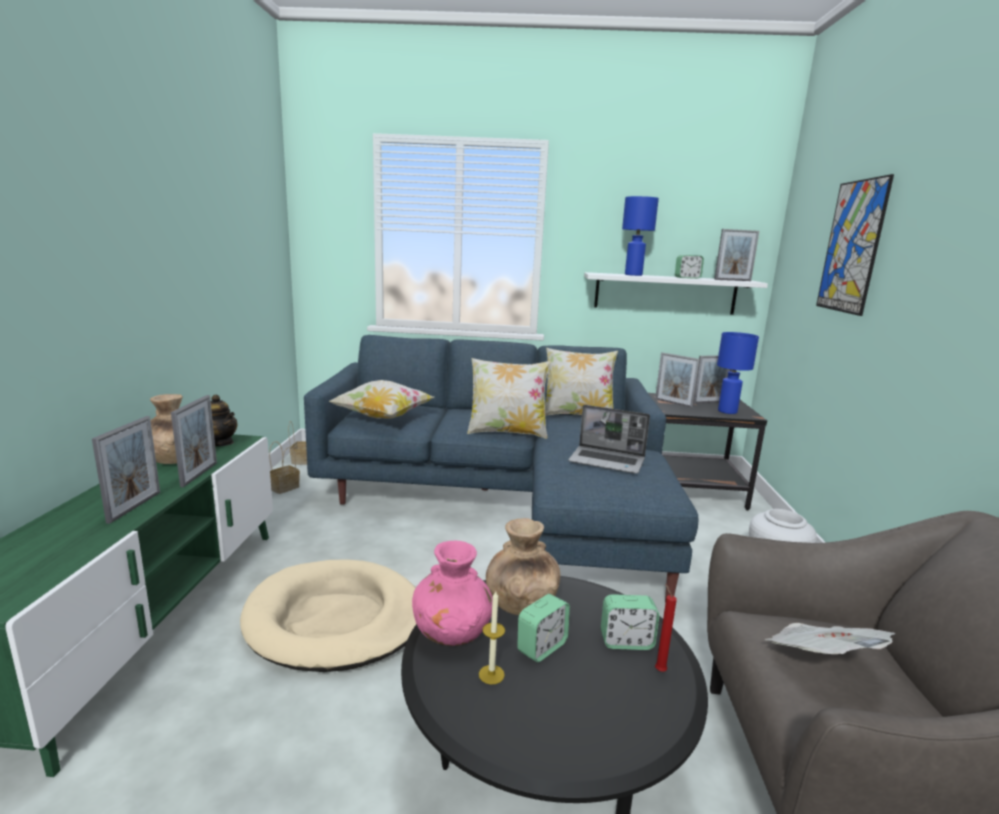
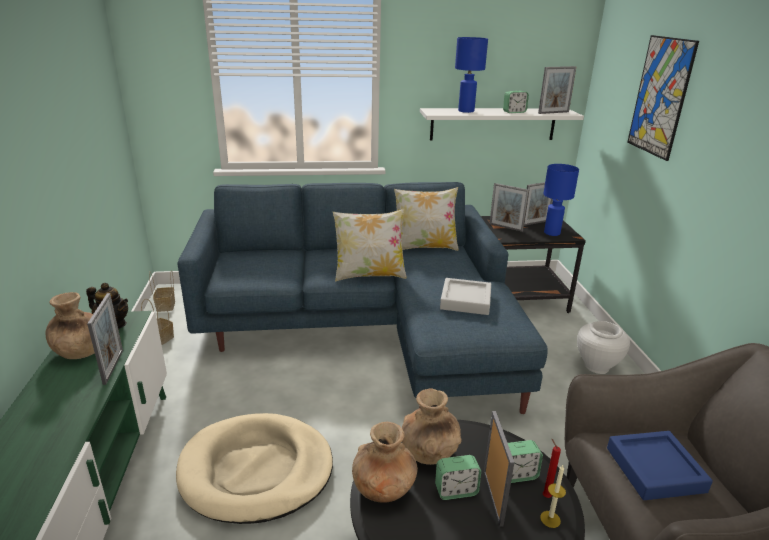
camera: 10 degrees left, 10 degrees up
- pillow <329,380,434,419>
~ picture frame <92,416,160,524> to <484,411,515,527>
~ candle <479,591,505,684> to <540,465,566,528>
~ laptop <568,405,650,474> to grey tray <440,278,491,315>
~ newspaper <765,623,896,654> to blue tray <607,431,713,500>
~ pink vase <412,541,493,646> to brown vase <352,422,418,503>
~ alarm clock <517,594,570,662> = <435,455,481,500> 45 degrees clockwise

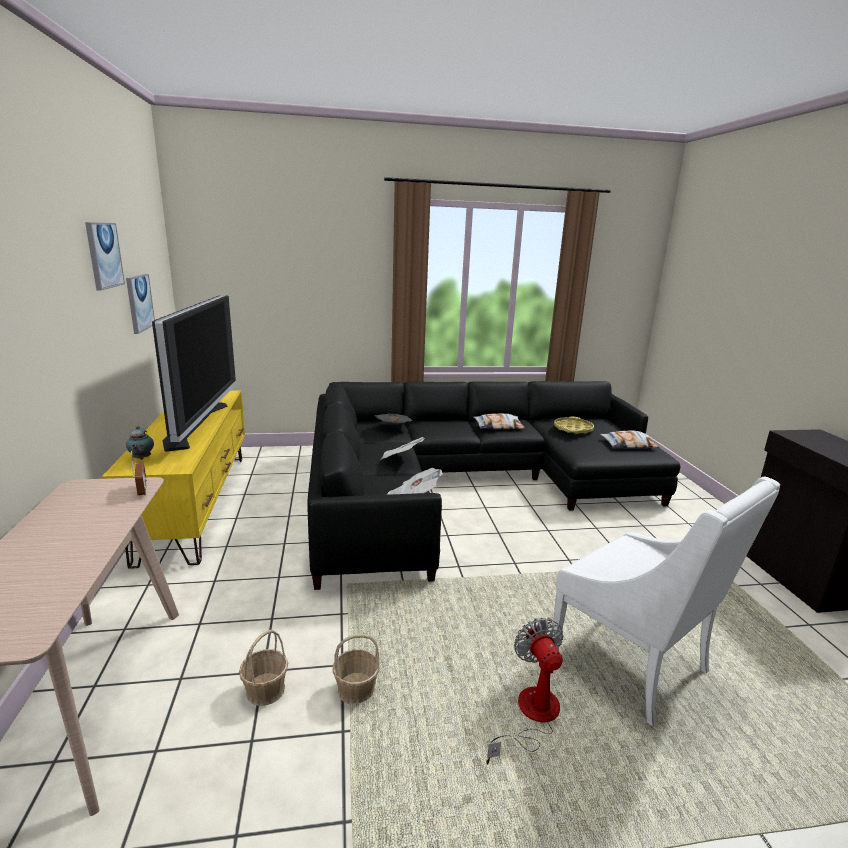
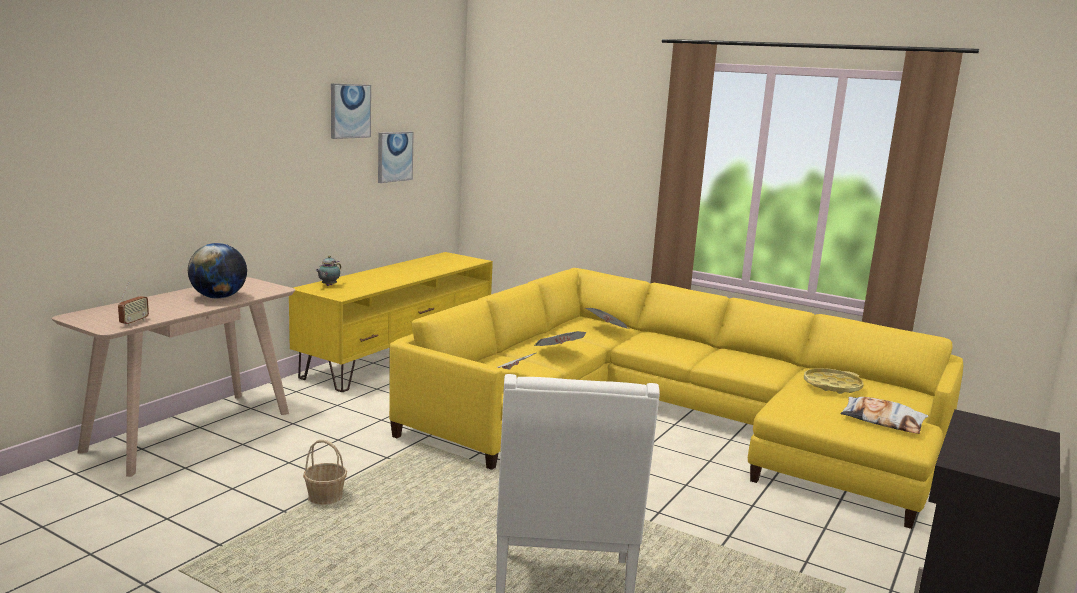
camera: 40 degrees right, 5 degrees down
- television <152,295,236,451>
- basket <239,630,288,706>
- pillow <474,413,525,429>
- fan <486,618,563,765>
+ globe <188,243,247,299>
~ radio <131,451,147,496> to <118,282,149,326>
~ black sofa <308,381,680,590> to yellow sofa <389,268,963,529>

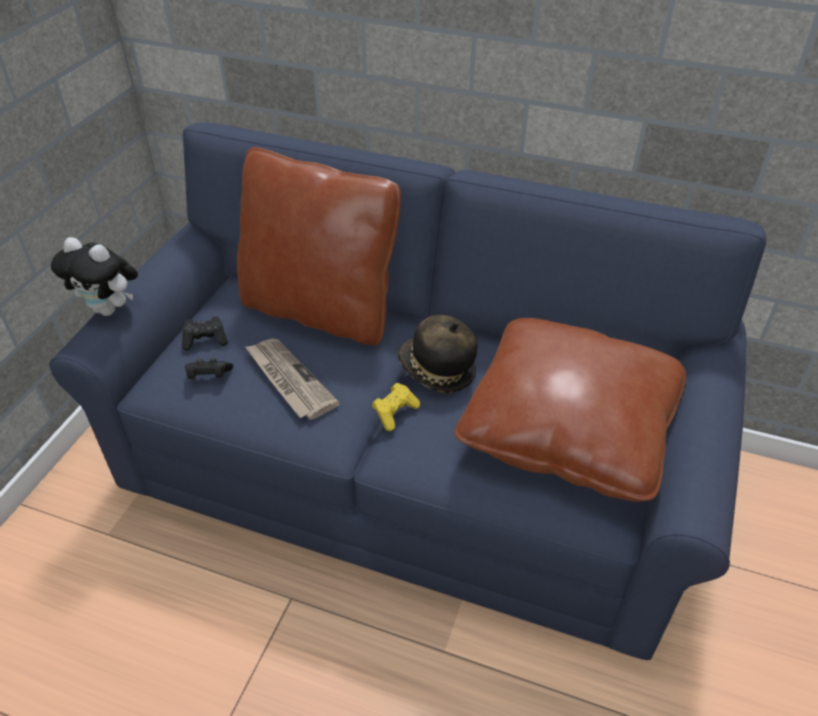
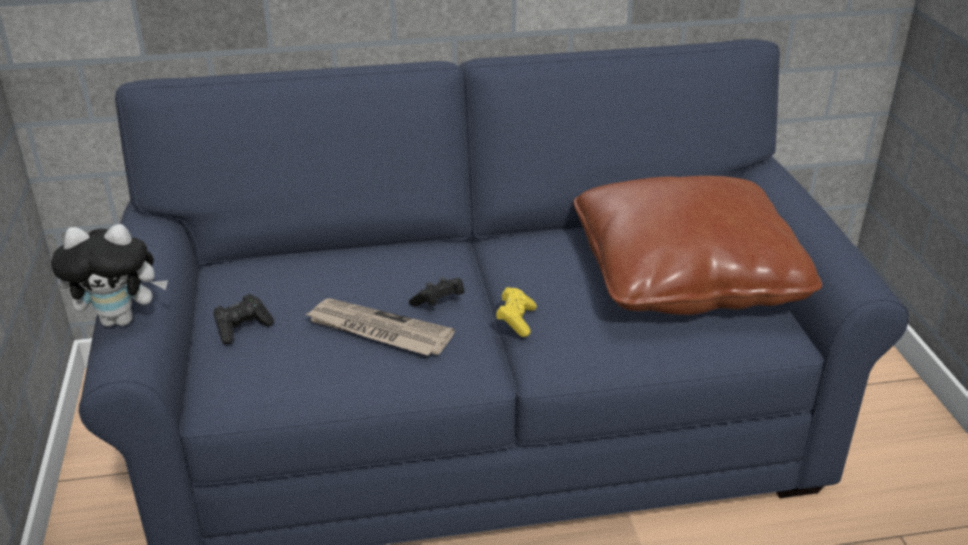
camera: 30 degrees left, 10 degrees down
- brown pillow <237,147,401,345>
- hat <398,315,478,393>
~ black game controller <185,358,233,379> to <409,277,465,307>

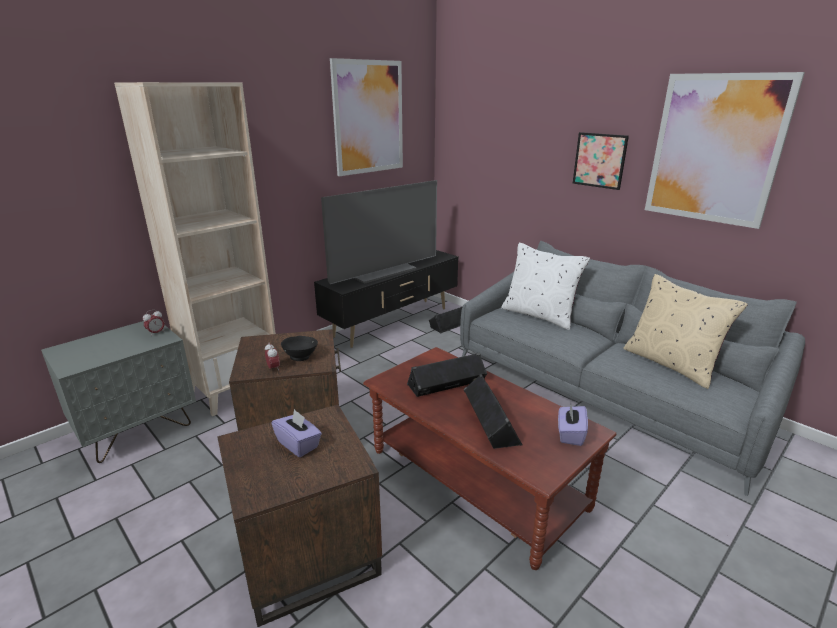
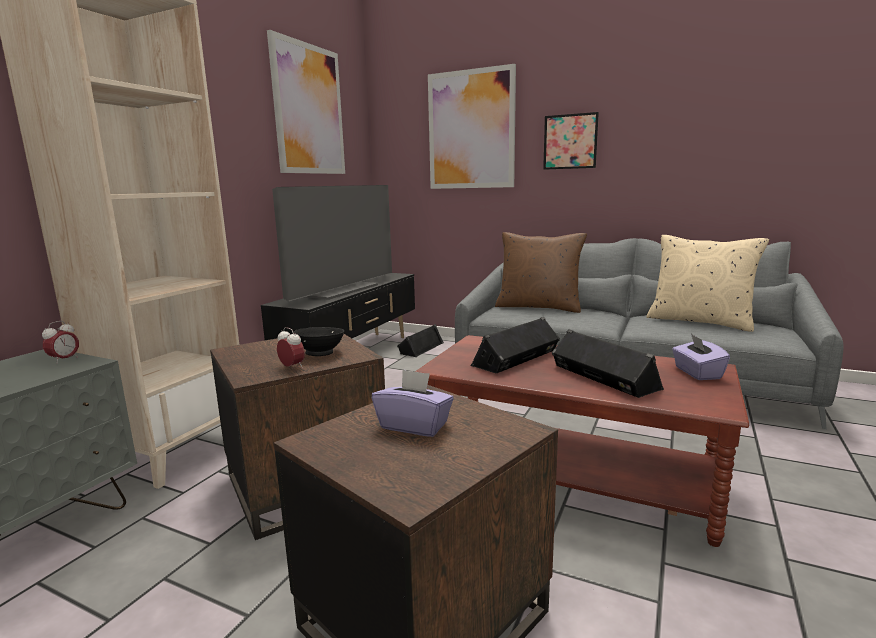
camera: 20 degrees left, 10 degrees down
~ picture <645,72,805,229> to <428,64,516,189>
~ white pillow <501,243,590,330> to brown pillow <495,232,587,313>

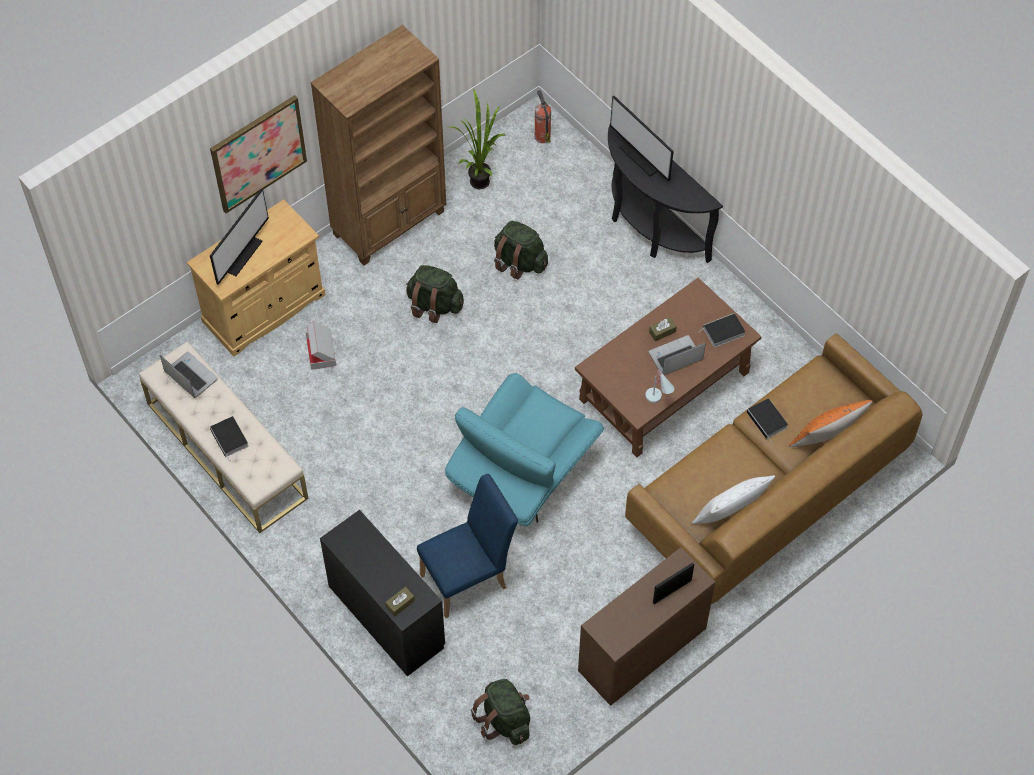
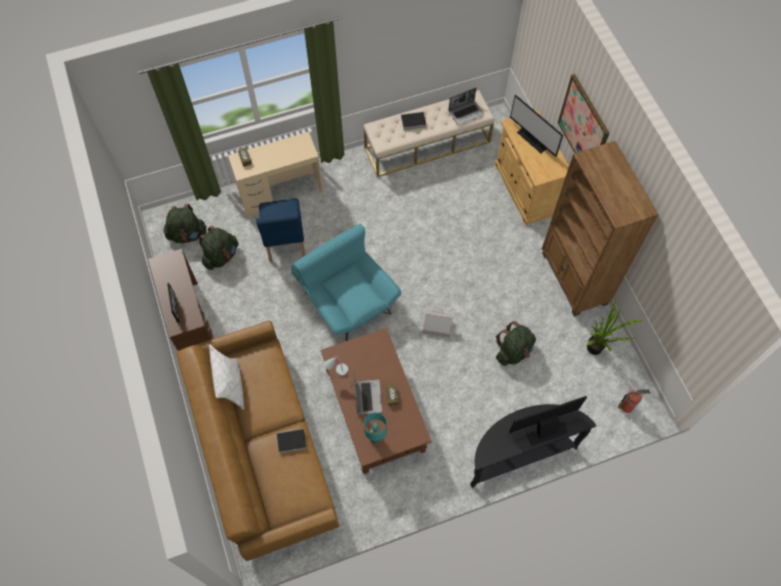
camera: 110 degrees right, 5 degrees up
- orange pillow <789,400,873,447>
~ cardboard box <306,321,336,370> to <422,311,453,337>
~ green backpack <406,265,464,323> to <199,226,239,270>
~ book <698,313,745,347> to turquoise table lamp <364,413,387,445>
~ black desk <320,510,445,676> to beige desk <228,132,324,218>

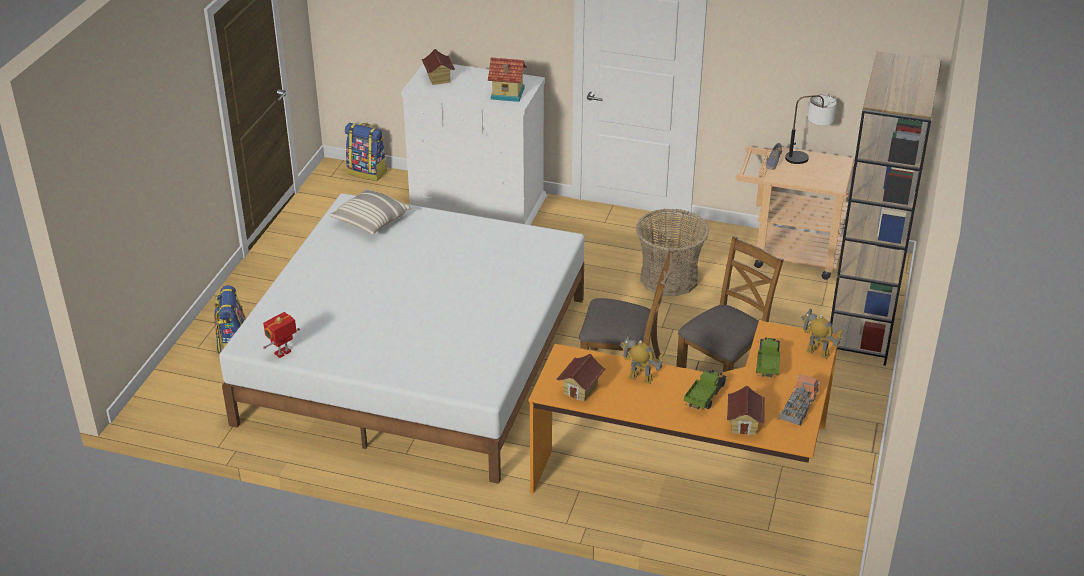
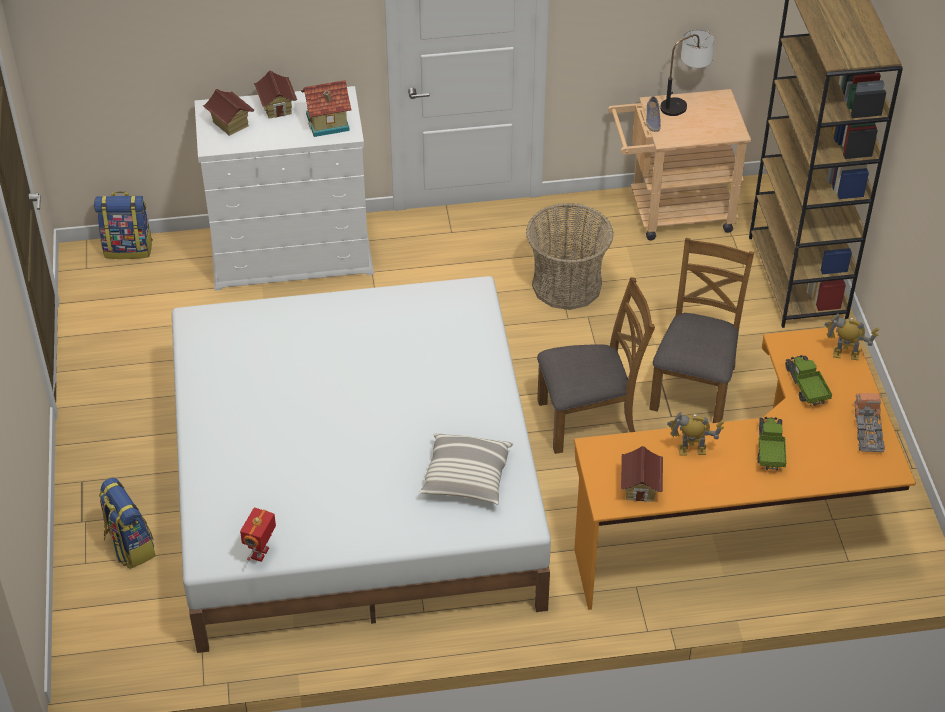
camera: 25 degrees left, 10 degrees up
~ pillow <329,189,412,235> to <420,433,513,505>
~ toy house <727,386,765,435> to <254,71,297,119>

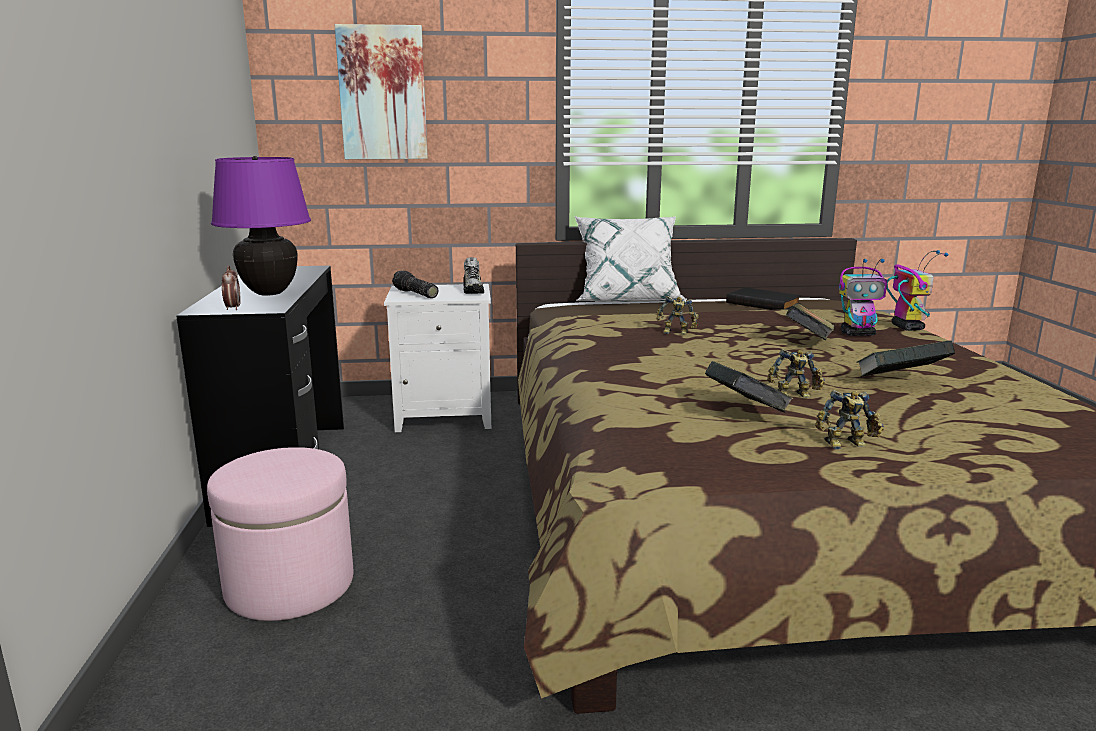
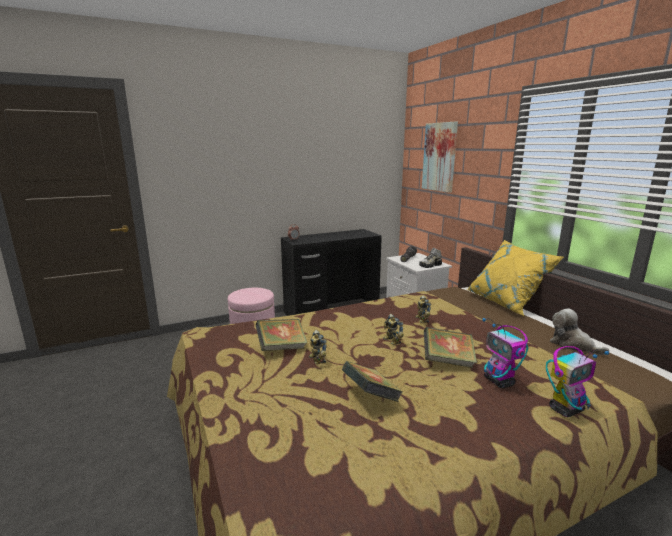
camera: 70 degrees right, 0 degrees up
- purple table lamp <211,156,311,296>
~ toy robot <815,390,884,449> to <383,314,404,345>
~ black book <726,287,802,310> to plush toy <550,309,609,355>
~ white pillow <574,216,687,302> to yellow pillow <467,240,564,316>

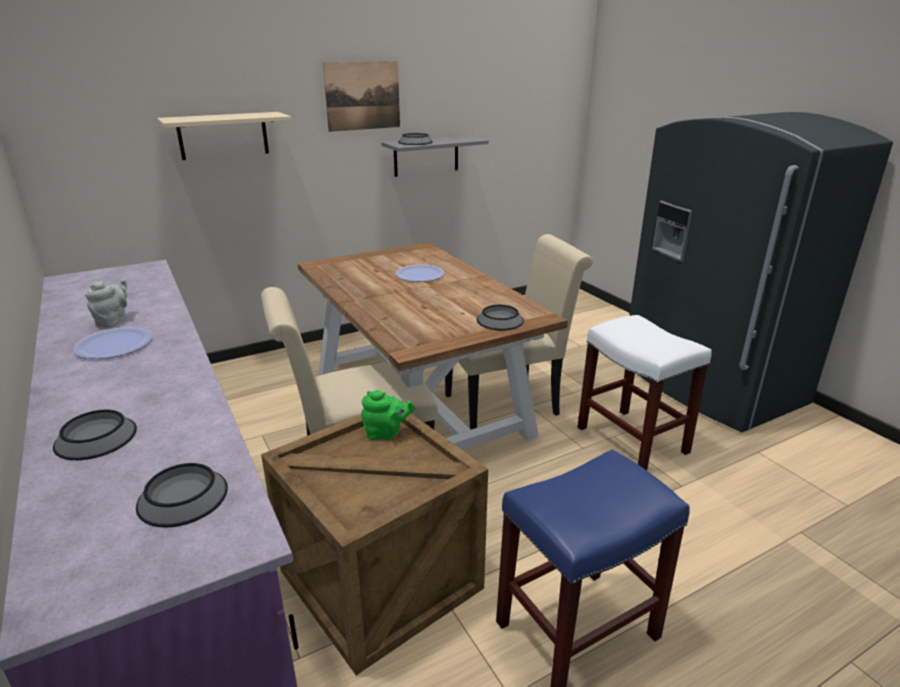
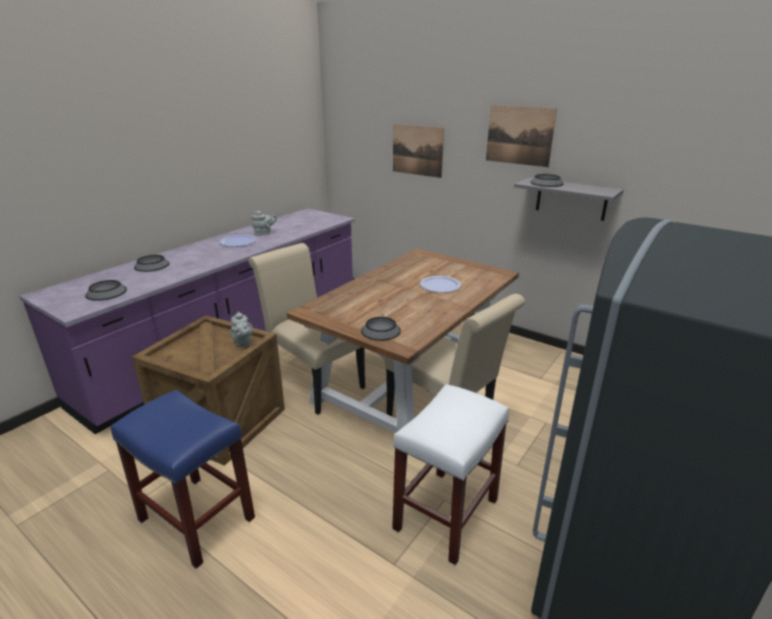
camera: 65 degrees right, 0 degrees up
~ beige shelf <157,112,291,160> to picture <393,124,444,178>
~ green teapot <361,390,415,440> to grey teapot <230,311,253,347>

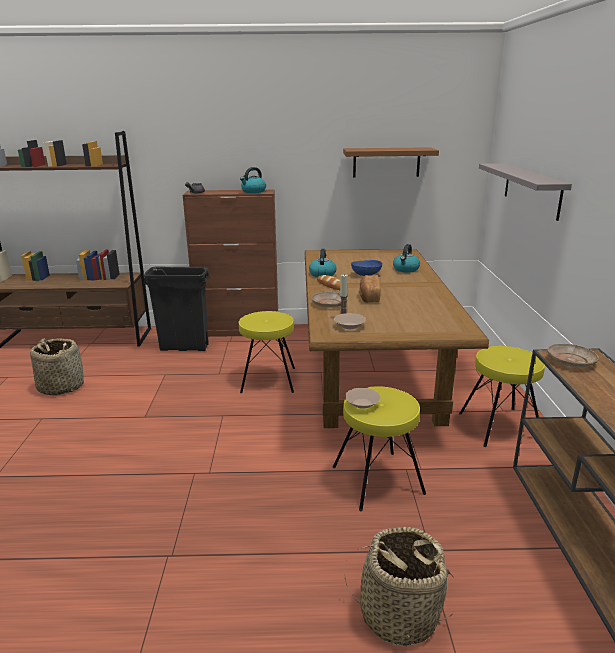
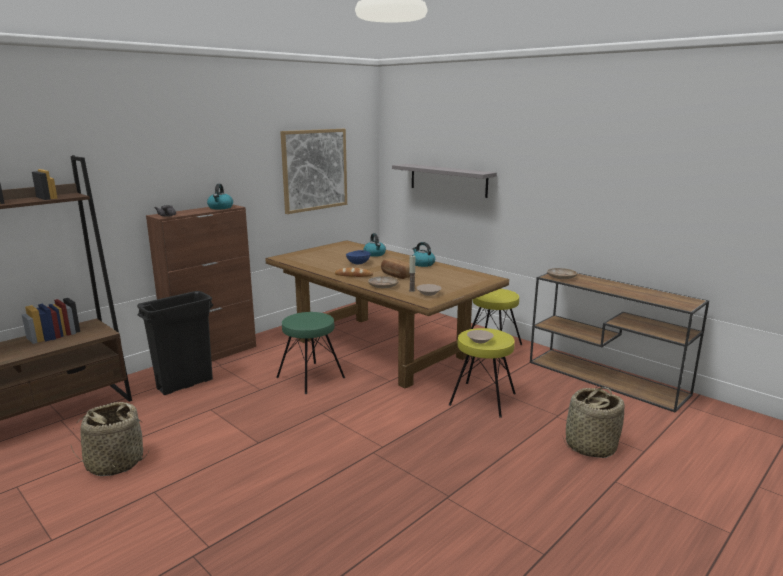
camera: 45 degrees left, 5 degrees down
~ kettle <309,249,337,277> to <413,242,435,267>
~ brown shelf <343,147,439,177> to picture <280,129,347,214>
~ yellow stool <239,311,295,393> to green stool <276,312,345,394>

